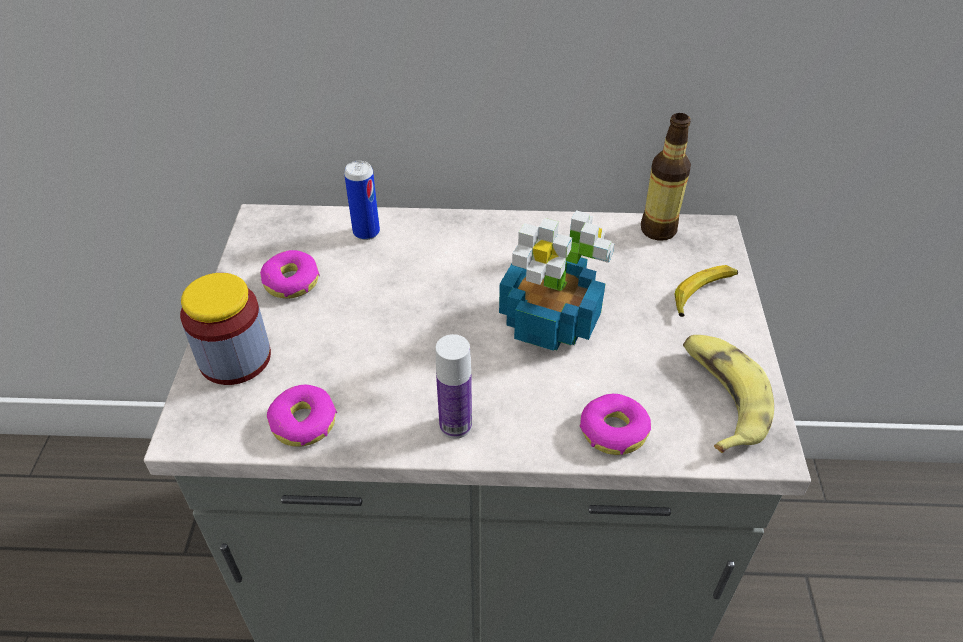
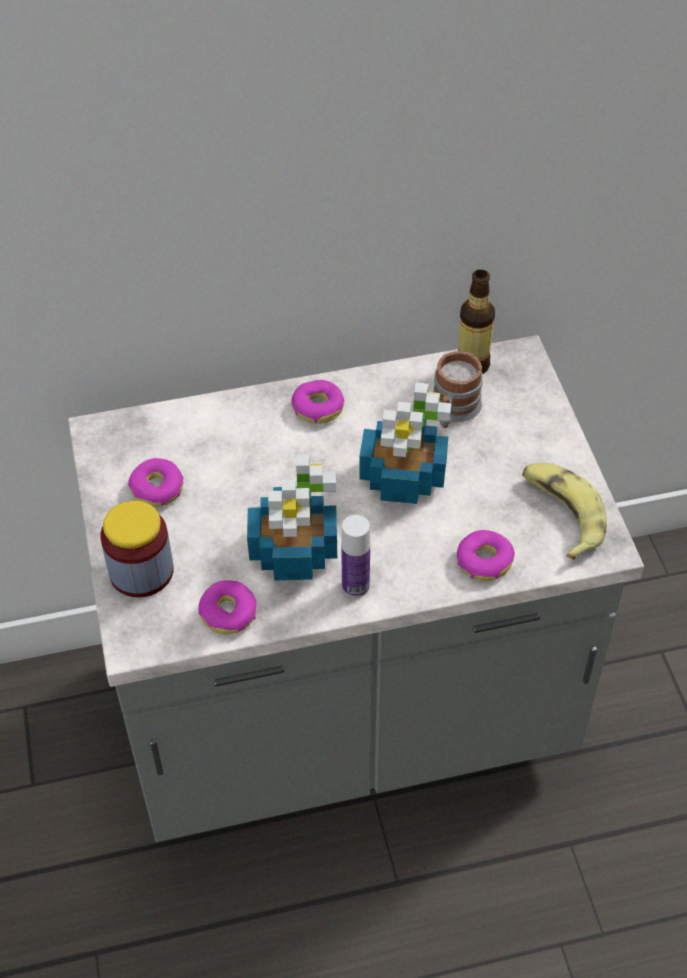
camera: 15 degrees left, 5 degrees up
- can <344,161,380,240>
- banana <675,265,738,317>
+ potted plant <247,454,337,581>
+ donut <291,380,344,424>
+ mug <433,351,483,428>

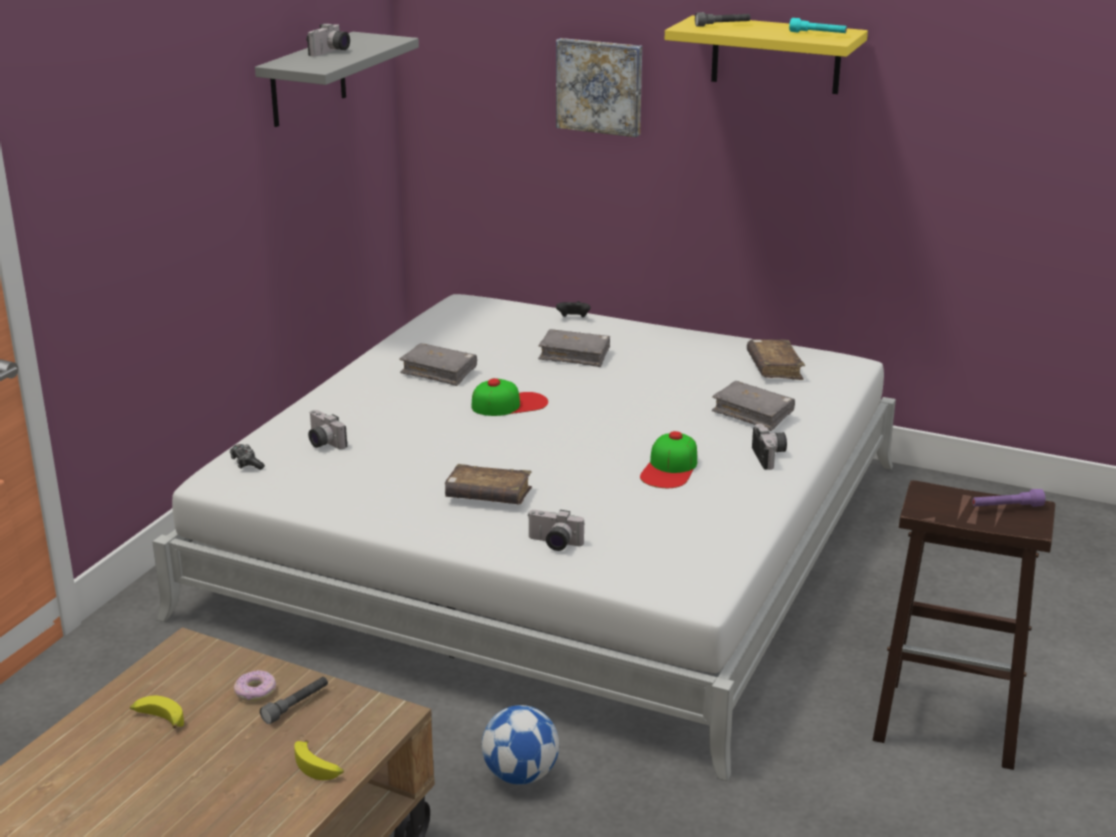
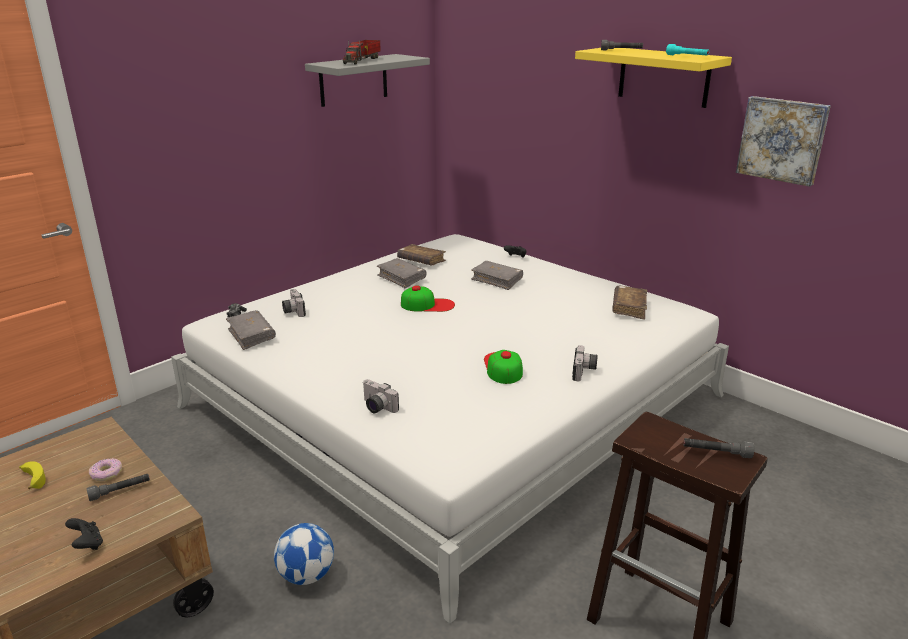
camera: 20 degrees right, 0 degrees up
~ brown book <445,464,532,504> to <397,244,446,265>
~ picture <556,38,642,137> to <736,96,831,187>
~ grey book <712,381,795,431> to <226,310,276,350>
~ banana <294,740,344,780> to black game controller <65,518,103,550>
~ photo camera <306,23,350,57> to toy truck <343,40,381,65>
~ purple flashlight <972,489,1046,507> to grey flashlight <683,438,754,458>
~ cap <640,431,697,488> = <484,350,523,384> 135 degrees clockwise

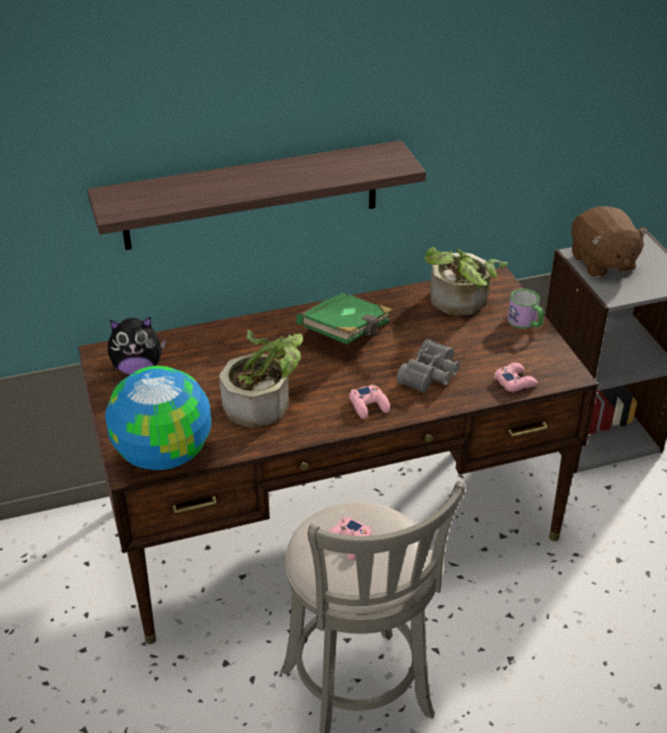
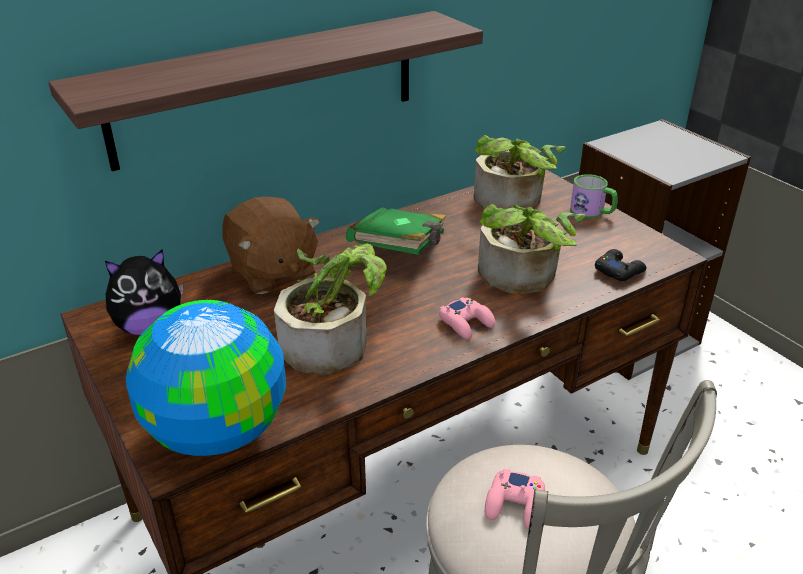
camera: 15 degrees left, 5 degrees down
~ brown plush toy <571,206,649,278> to <222,197,320,294>
~ grey binoculars <396,339,460,393> to potted plant <478,204,585,294>
~ pink game controller <494,363,538,392> to black game controller <595,249,646,281>

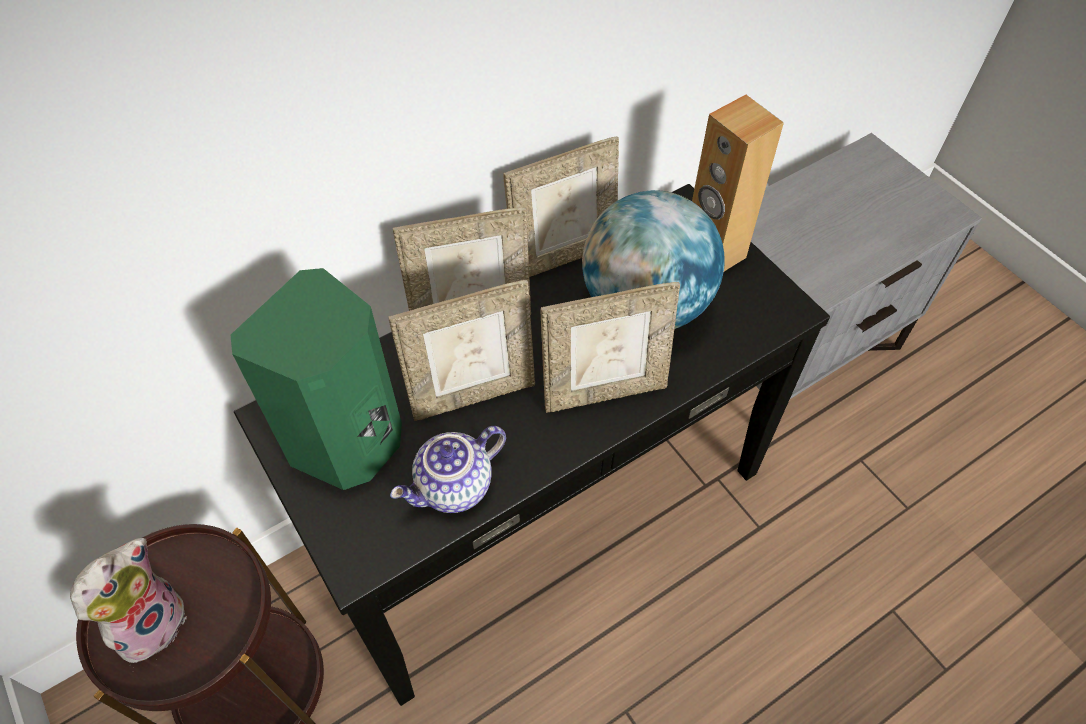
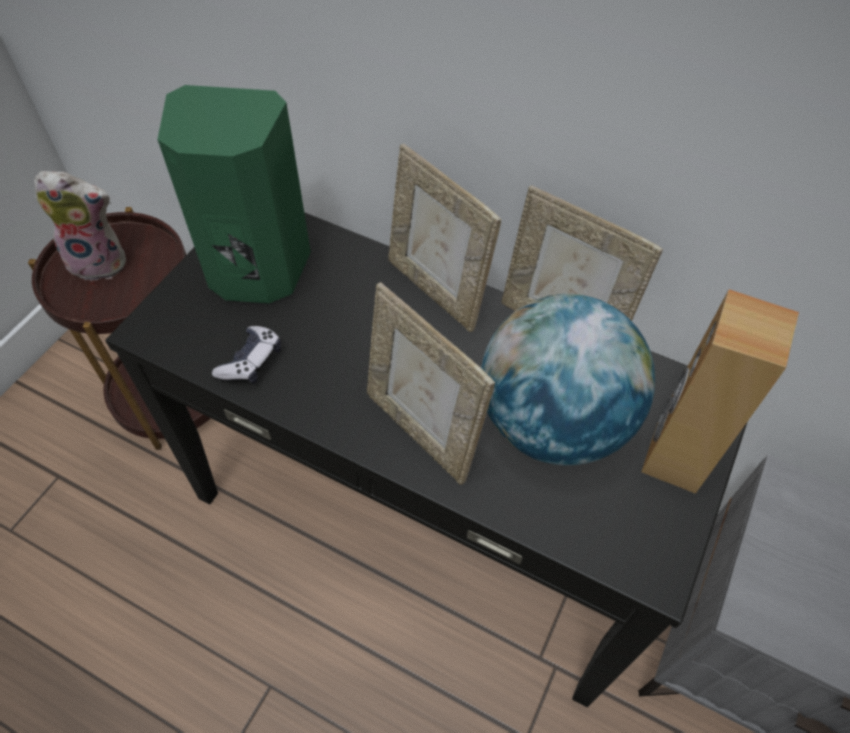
camera: 60 degrees right, 0 degrees up
- picture frame <389,280,535,421>
~ teapot <390,426,506,513> to game controller <212,326,281,383>

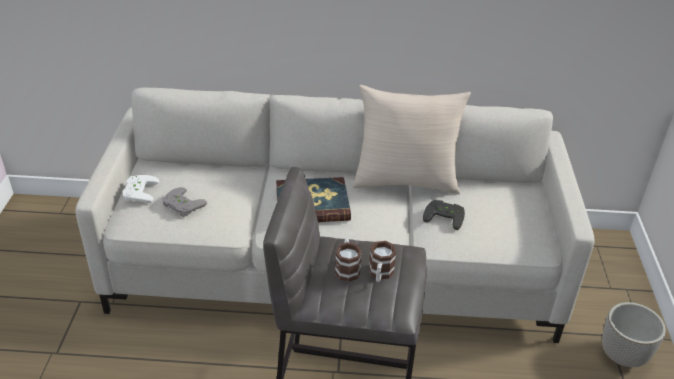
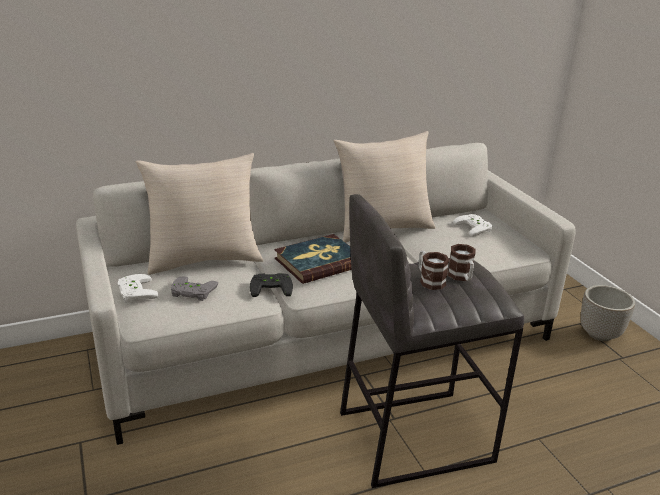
camera: 25 degrees left, 10 degrees down
+ beige pillow <136,153,263,275>
+ white game controller <453,214,492,237>
~ black game controller <423,200,465,230> to <250,273,293,297>

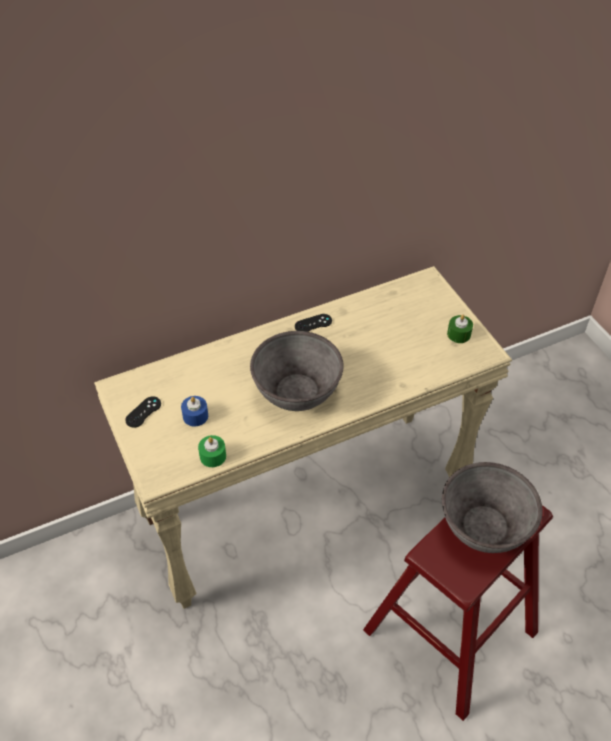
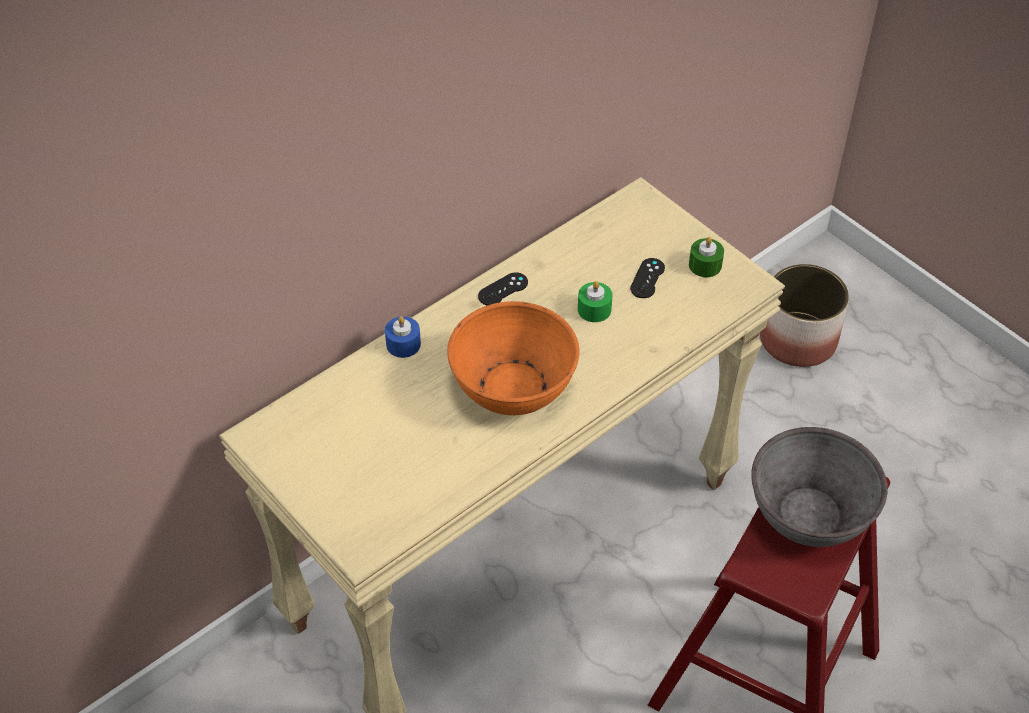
camera: 15 degrees left, 0 degrees up
+ planter <760,264,849,367>
~ black game controller <125,397,161,428> to <630,258,665,298>
~ blue candle <181,396,208,427> to <385,316,421,358>
~ green candle <198,435,226,467> to <578,281,613,322>
~ grey bowl <250,331,344,411> to orange bowl <447,301,579,415>

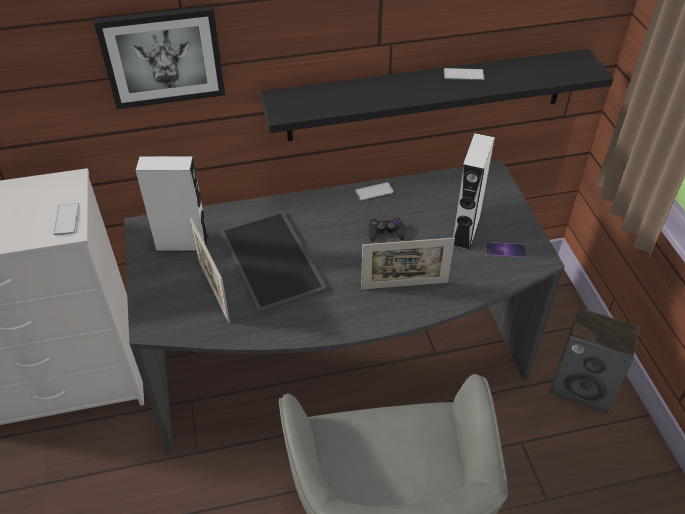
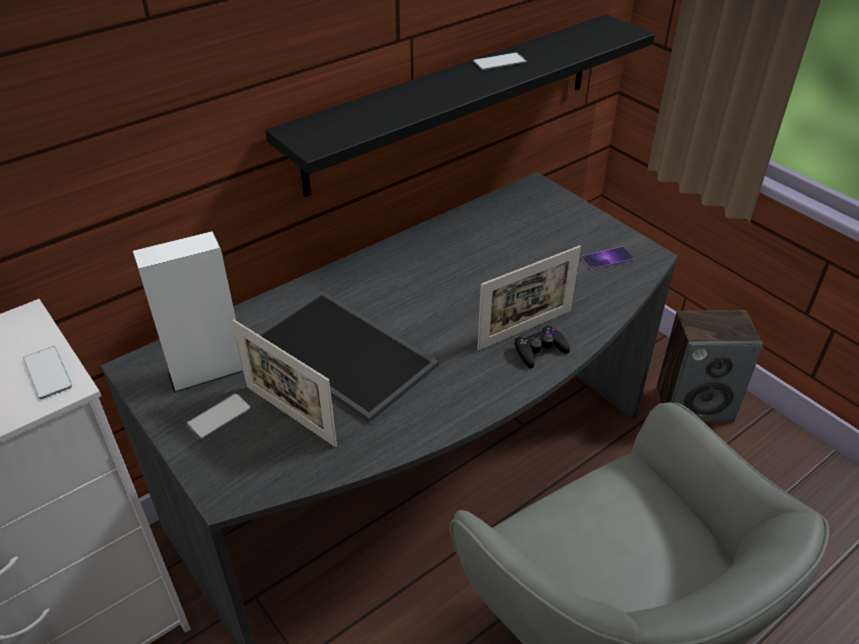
camera: 25 degrees left, 5 degrees down
- picture <94,5,225,109>
- white speaker <452,133,495,251>
~ phone <355,182,394,201> to <186,393,251,439>
~ black game controller <368,217,405,241> to <514,325,570,368>

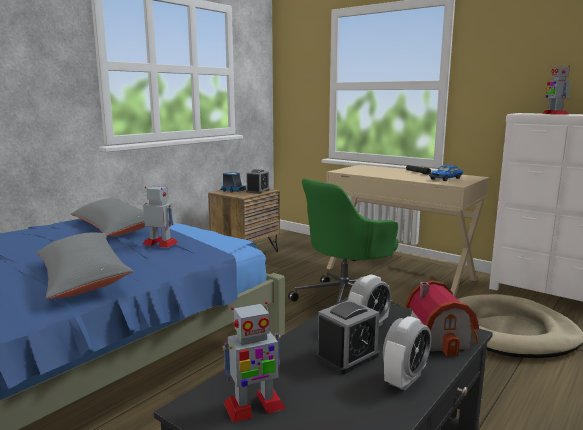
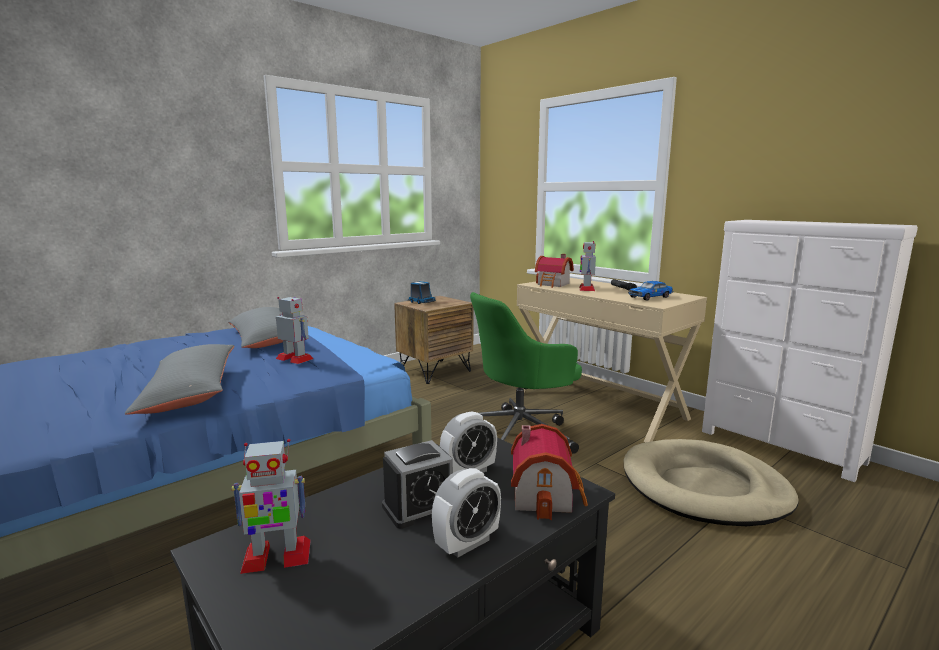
camera: 10 degrees right, 0 degrees up
- alarm clock <246,169,269,194>
+ toy house <535,254,574,288>
~ toy robot <542,65,571,115> to <579,241,596,291>

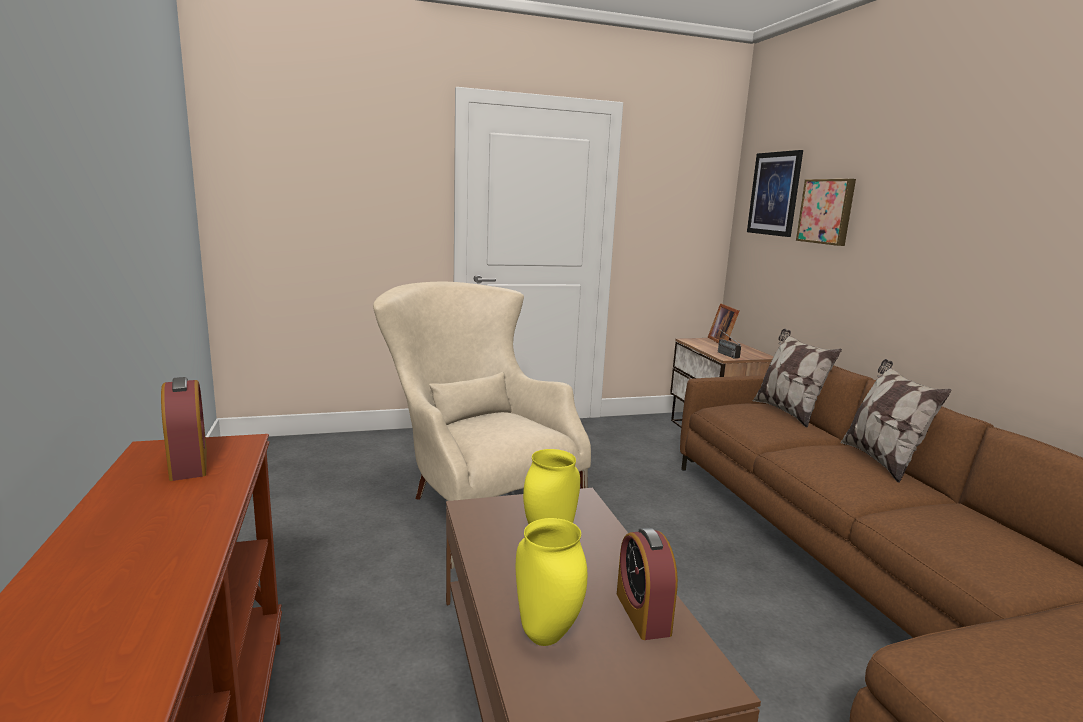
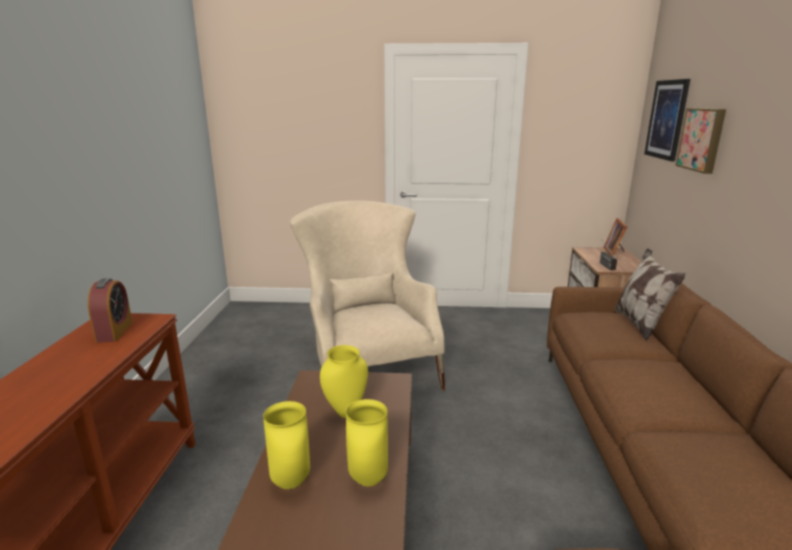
camera: 20 degrees right, 5 degrees up
- pillow <840,359,952,483>
~ alarm clock <617,528,678,640> to yellow vase <346,399,388,486>

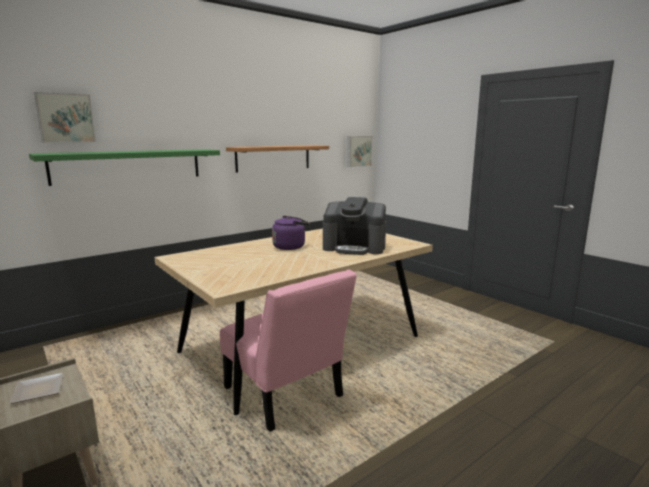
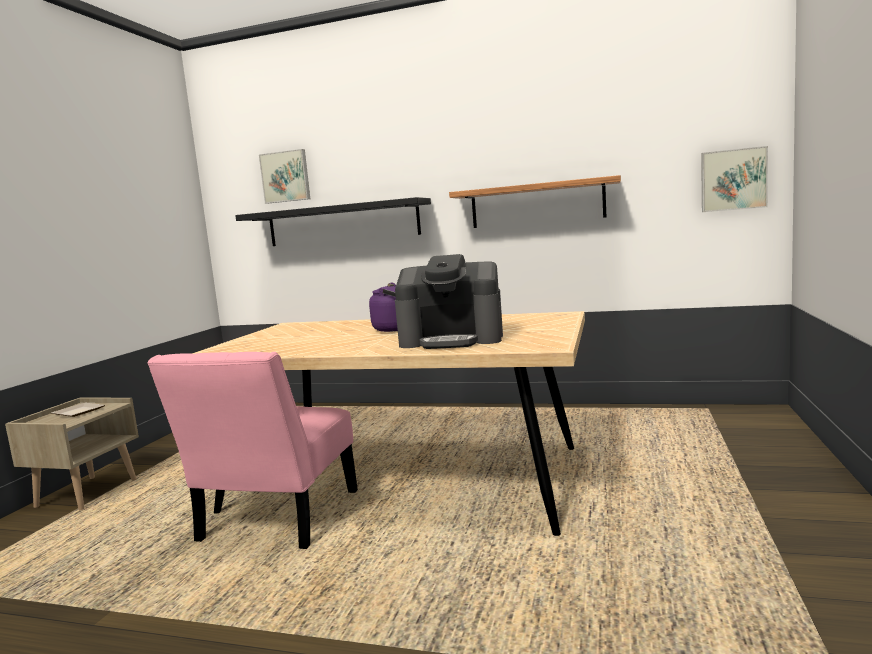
camera: 55 degrees right, 5 degrees down
~ green shelf <29,149,220,186> to black shelf <235,197,431,246>
~ coffee machine <323,197,386,255> = <395,254,503,349> 60 degrees counterclockwise

